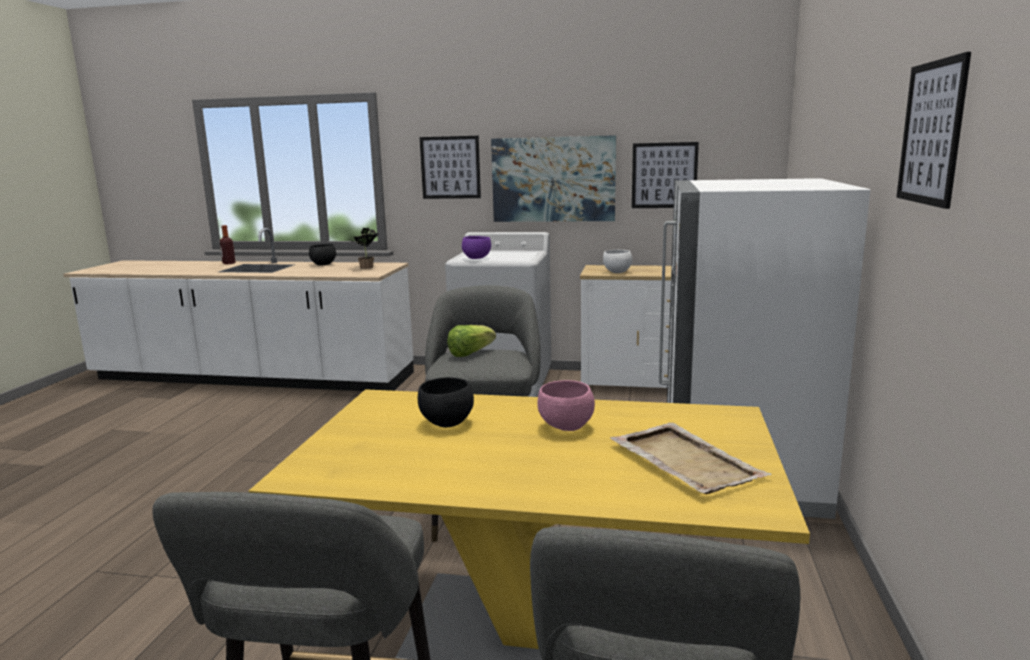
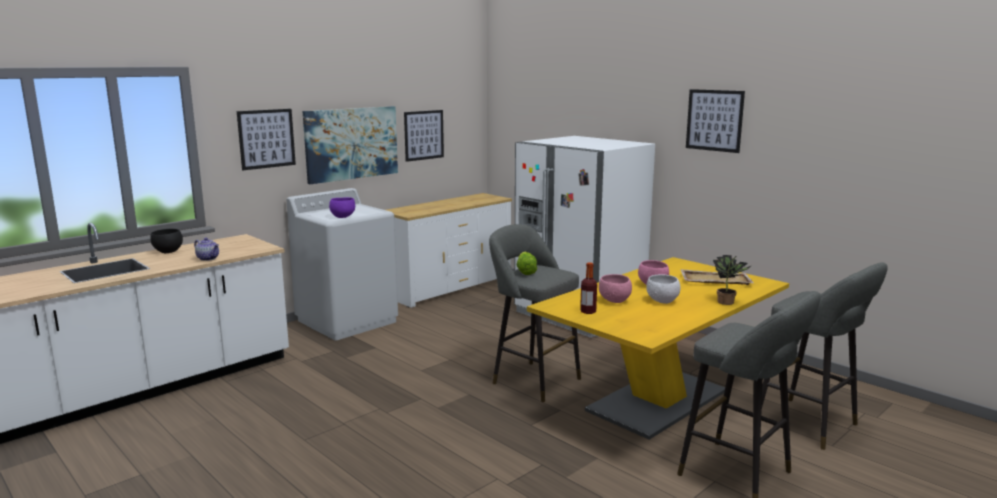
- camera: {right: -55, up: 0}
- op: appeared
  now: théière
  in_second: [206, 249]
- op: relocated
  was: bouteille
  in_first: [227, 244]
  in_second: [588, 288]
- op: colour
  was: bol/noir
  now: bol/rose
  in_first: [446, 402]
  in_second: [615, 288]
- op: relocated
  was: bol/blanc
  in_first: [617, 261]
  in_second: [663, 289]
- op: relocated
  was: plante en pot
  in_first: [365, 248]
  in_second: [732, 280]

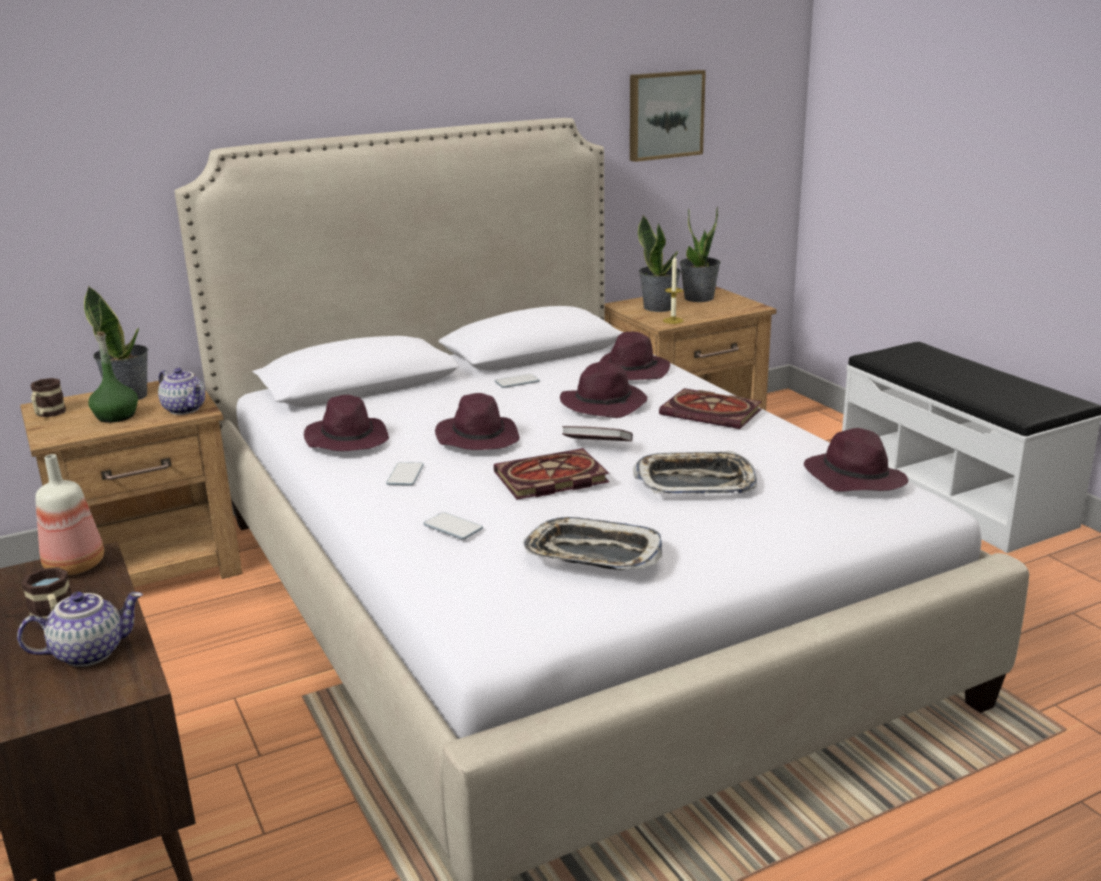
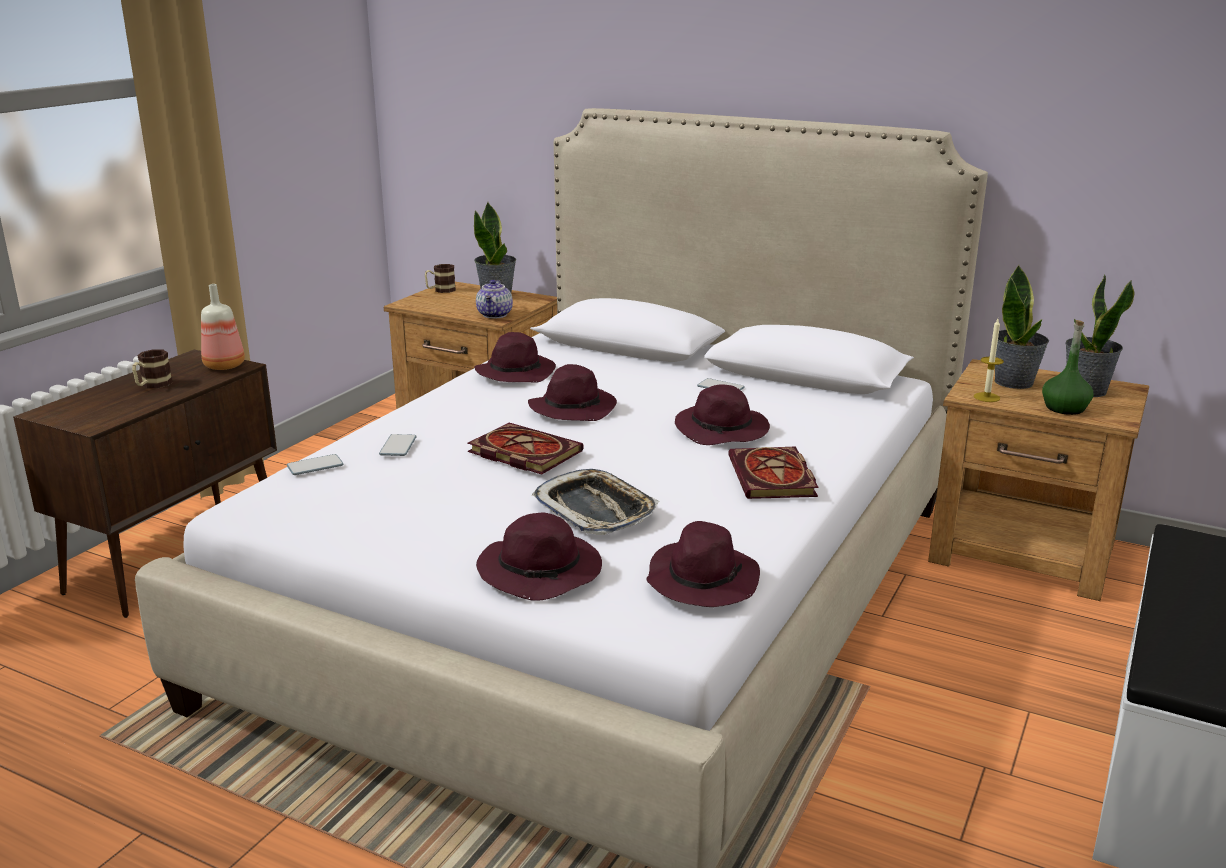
- camera: {right: 55, up: 0}
- op: relocated
  was: téléphone
  in_first: [405, 474]
  in_second: [315, 464]
- op: relocated
  was: chapeau/violet
  in_first: [635, 356]
  in_second: [539, 556]
- op: relocated
  was: bouteille/vert
  in_first: [113, 377]
  in_second: [1068, 367]
- op: missing
  was: théière
  in_first: [80, 629]
- op: missing
  was: plateau
  in_first: [592, 543]
- op: missing
  was: livre
  in_first: [597, 433]
- op: missing
  was: tableau
  in_first: [668, 116]

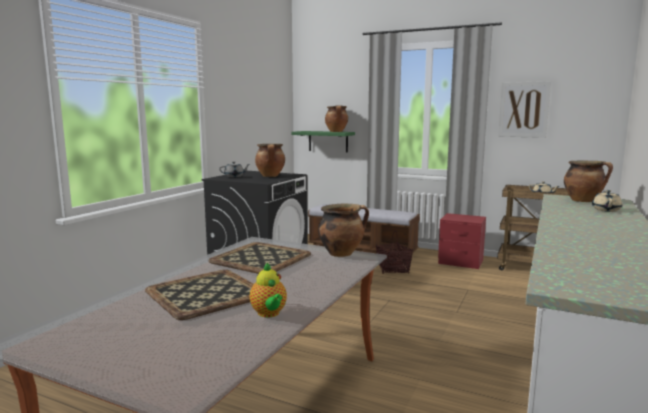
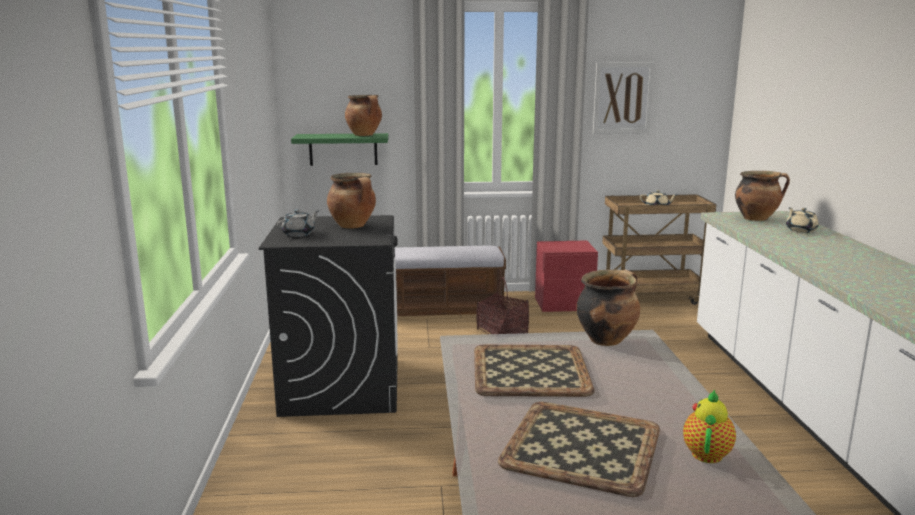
- camera: {right: -30, up: 5}
- op: spun
  was: théière
  in_first: [268, 290]
  in_second: [709, 426]
  clockwise: -105

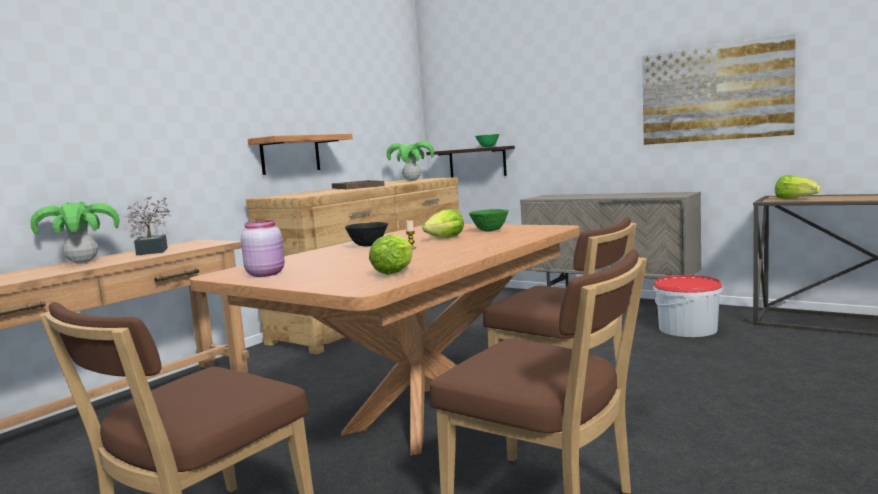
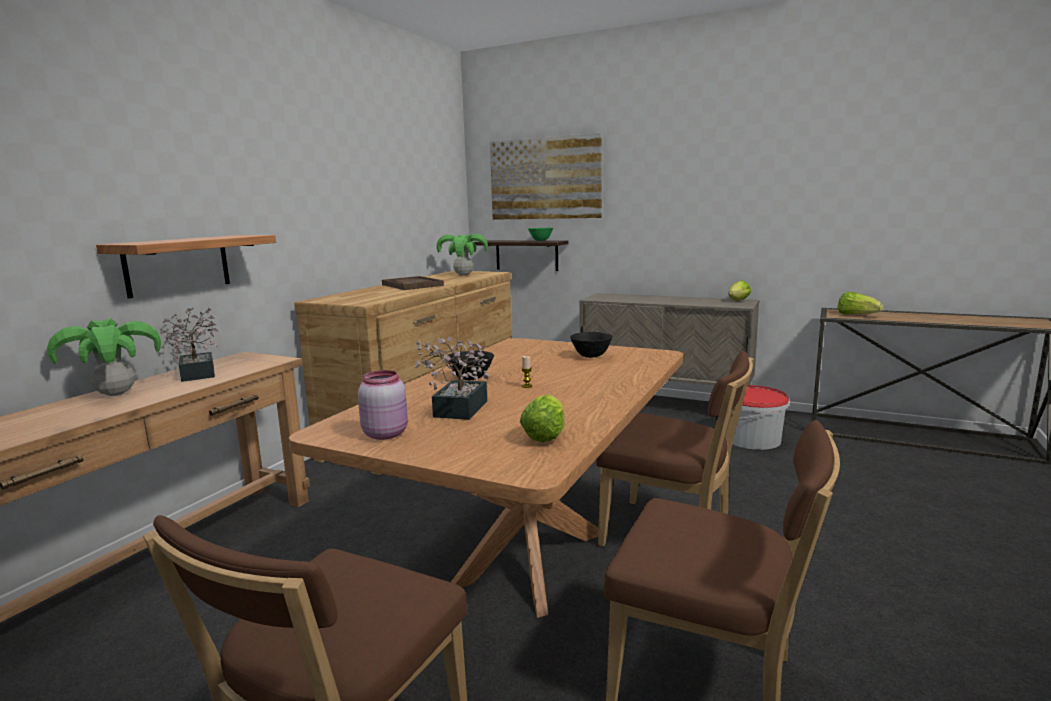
- camera: {right: -10, up: 5}
- op: relocated
  was: étagère
  in_first: [300, 154]
  in_second: [186, 267]
- op: appeared
  now: plante en pot
  in_second: [452, 378]
- op: relocated
  was: tableau
  in_first: [719, 89]
  in_second: [546, 176]
- op: colour
  was: bol/vert
  now: bol/noir
  in_first: [489, 220]
  in_second: [591, 345]
- op: relocated
  was: laitue
  in_first: [443, 223]
  in_second: [740, 290]

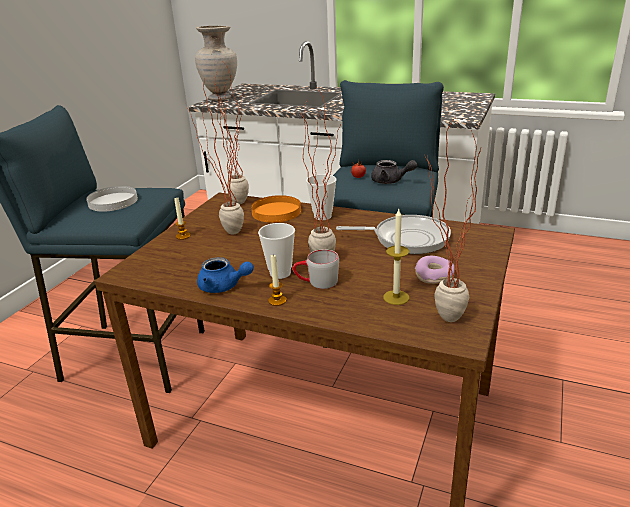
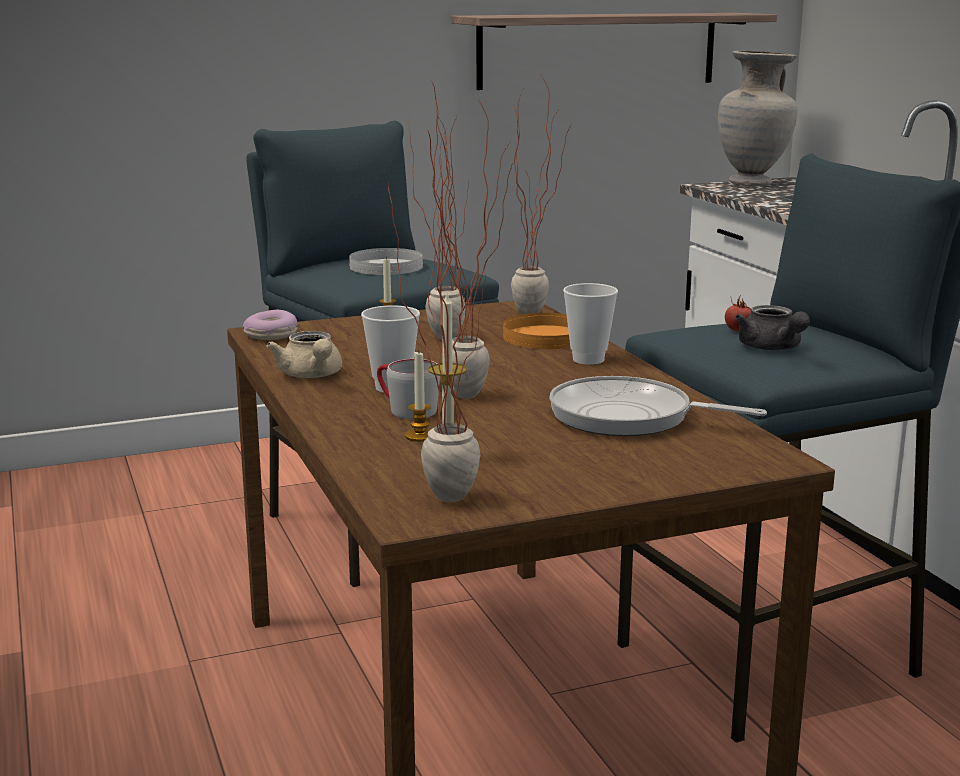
- camera: {right: 45, up: -10}
- op: relocated
  was: beignet
  in_first: [434, 270]
  in_second: [270, 325]
- op: colour
  was: théière/bleu
  now: théière/beige
  in_first: [225, 275]
  in_second: [304, 354]
- op: relocated
  was: bougie
  in_first: [277, 280]
  in_second: [418, 397]
- op: appeared
  now: étagère
  in_second: [614, 51]
- op: spun
  was: poêle
  in_first: [393, 234]
  in_second: [658, 406]
  clockwise: 150

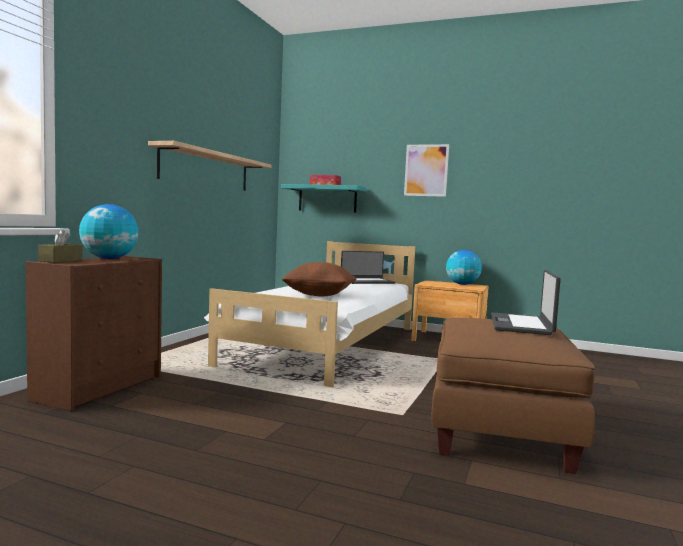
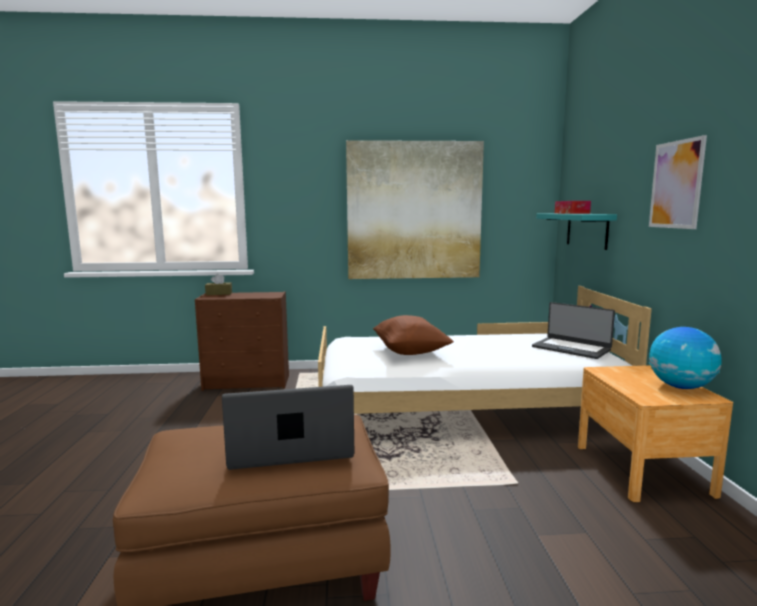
- camera: {right: 65, up: 5}
- op: exchanged
  was: étagère
  now: tableau
  in_first: [209, 166]
  in_second: [415, 209]
- op: missing
  was: globe
  in_first: [108, 231]

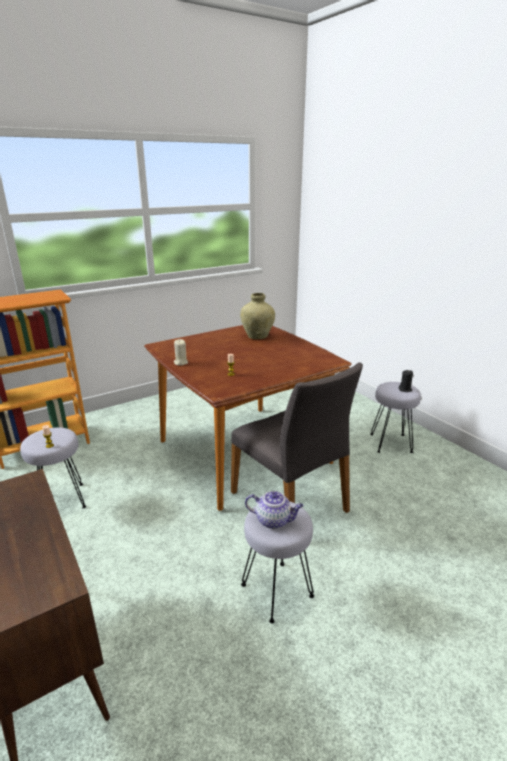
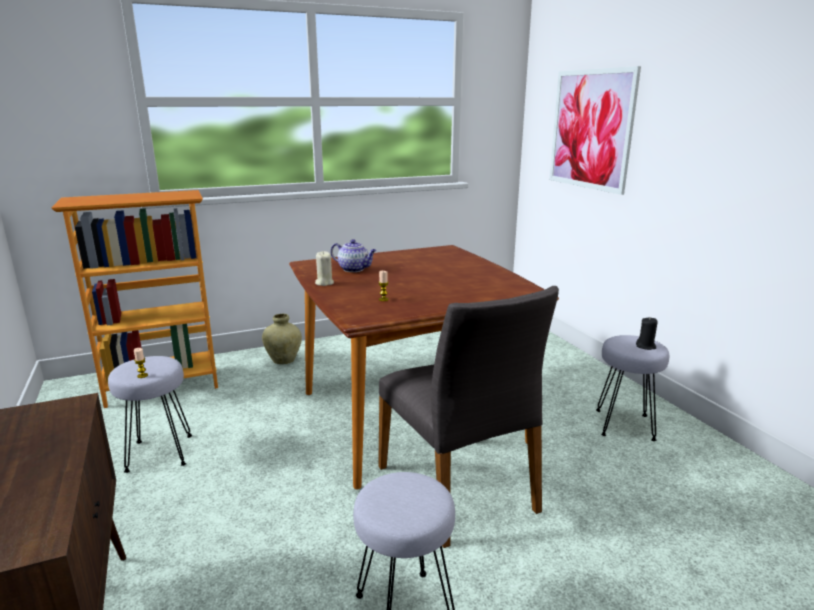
- camera: {right: 10, up: -5}
- op: relocated
  was: vase/beige
  in_first: [257, 316]
  in_second: [282, 338]
- op: relocated
  was: théière
  in_first: [274, 510]
  in_second: [354, 255]
- op: appeared
  now: tableau
  in_second: [595, 130]

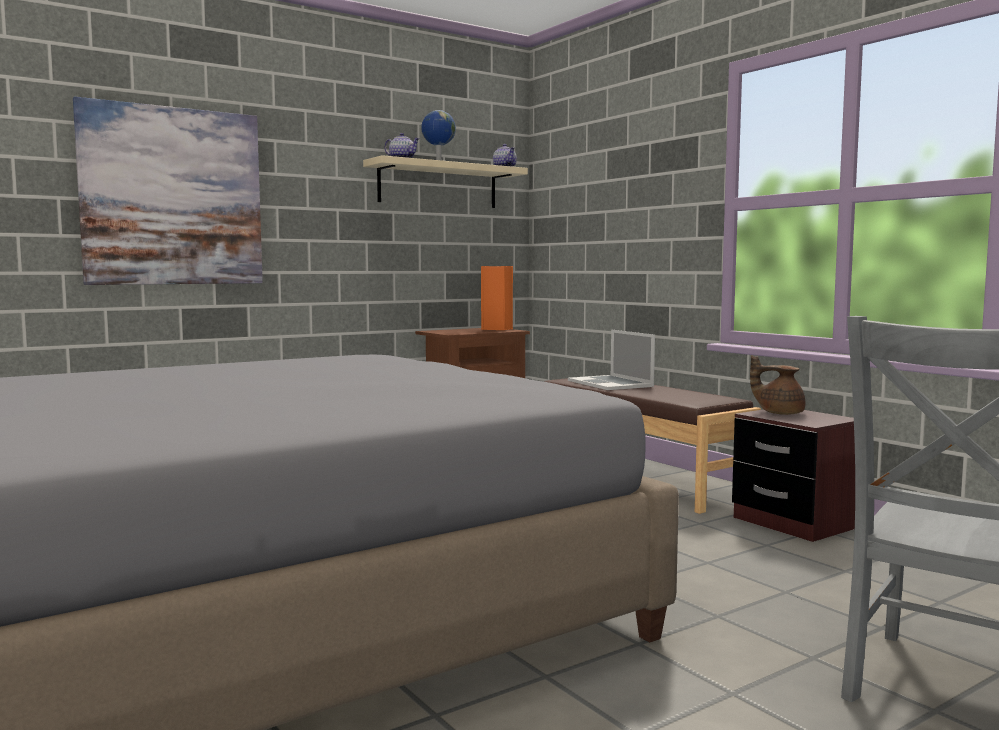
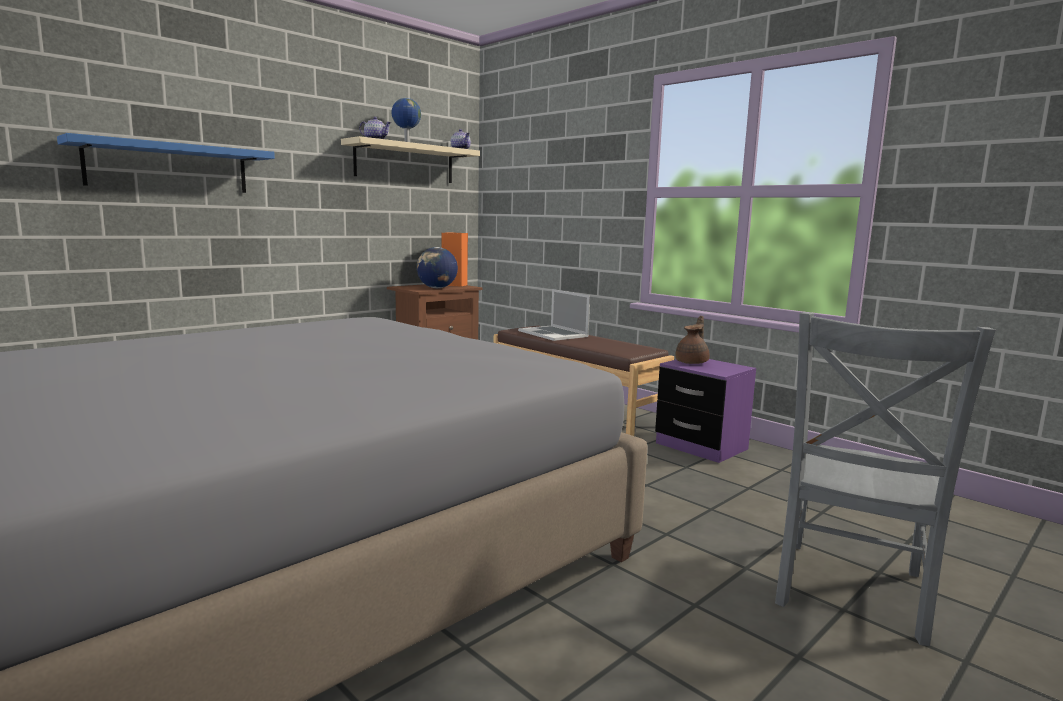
- camera: {right: -10, up: 5}
- op: exchanged
  was: tableau
  now: étagère/bleu
  in_first: [168, 191]
  in_second: [166, 163]
- op: appeared
  now: globe
  in_second: [437, 267]
- op: colour
  was: table de chevet/marron
  now: table de chevet/violet
  in_first: [793, 475]
  in_second: [705, 411]
- op: spun
  was: théière/marron
  in_first: [778, 385]
  in_second: [693, 340]
  clockwise: 105

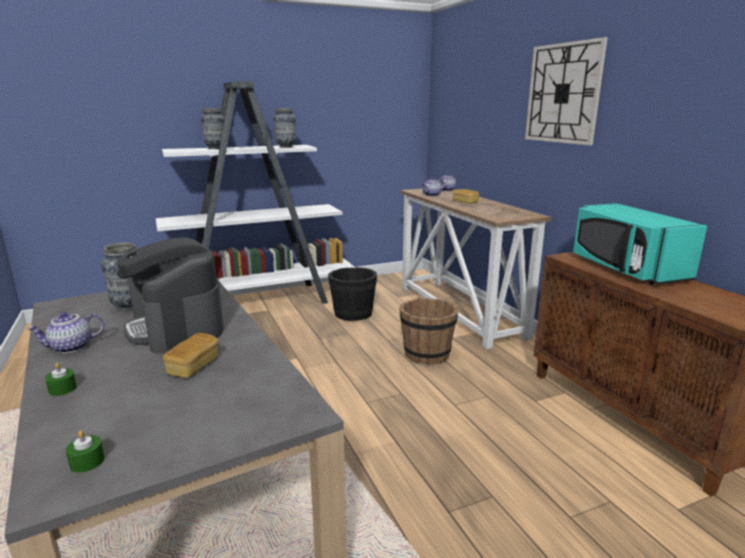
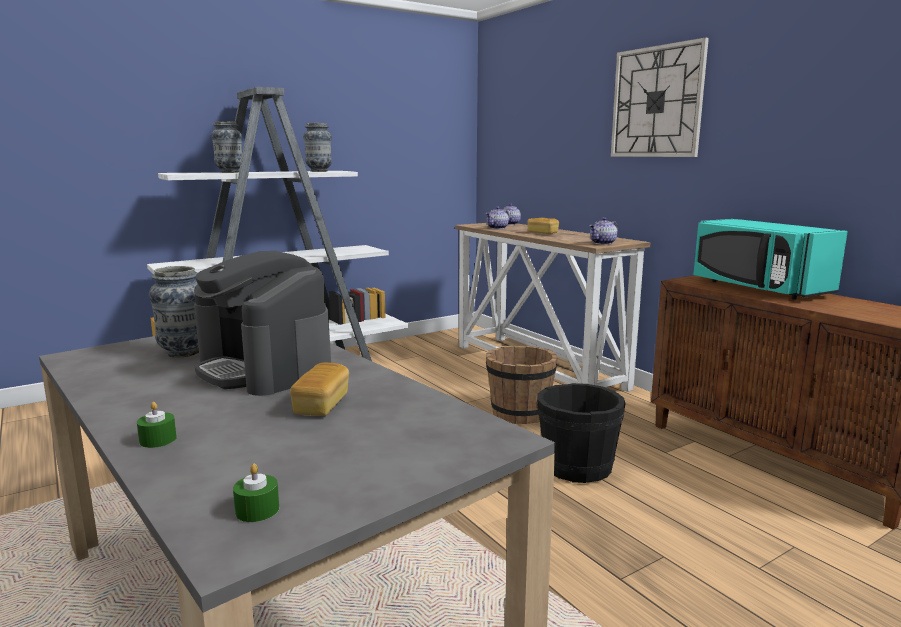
- camera: {right: -10, up: -5}
- op: relocated
  was: seau/noir
  in_first: [352, 294]
  in_second: [581, 433]
- op: relocated
  was: théière
  in_first: [65, 332]
  in_second: [604, 231]

